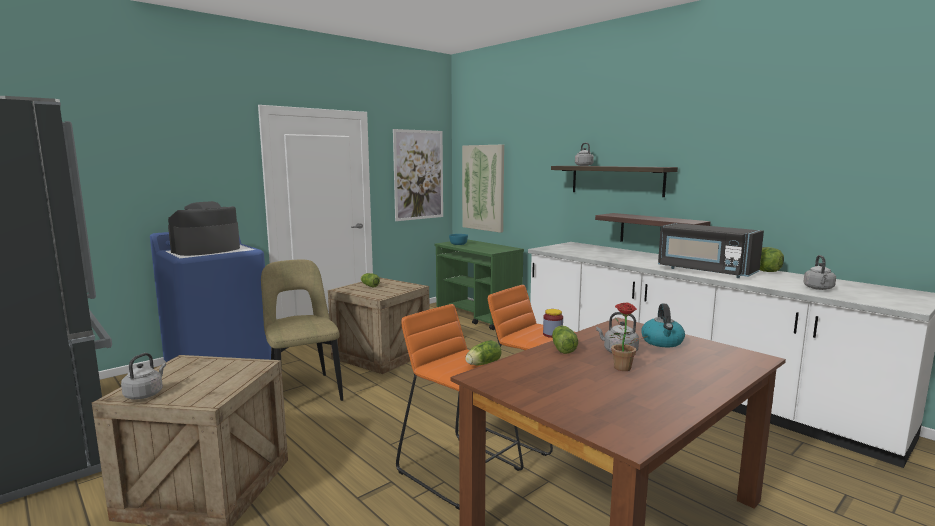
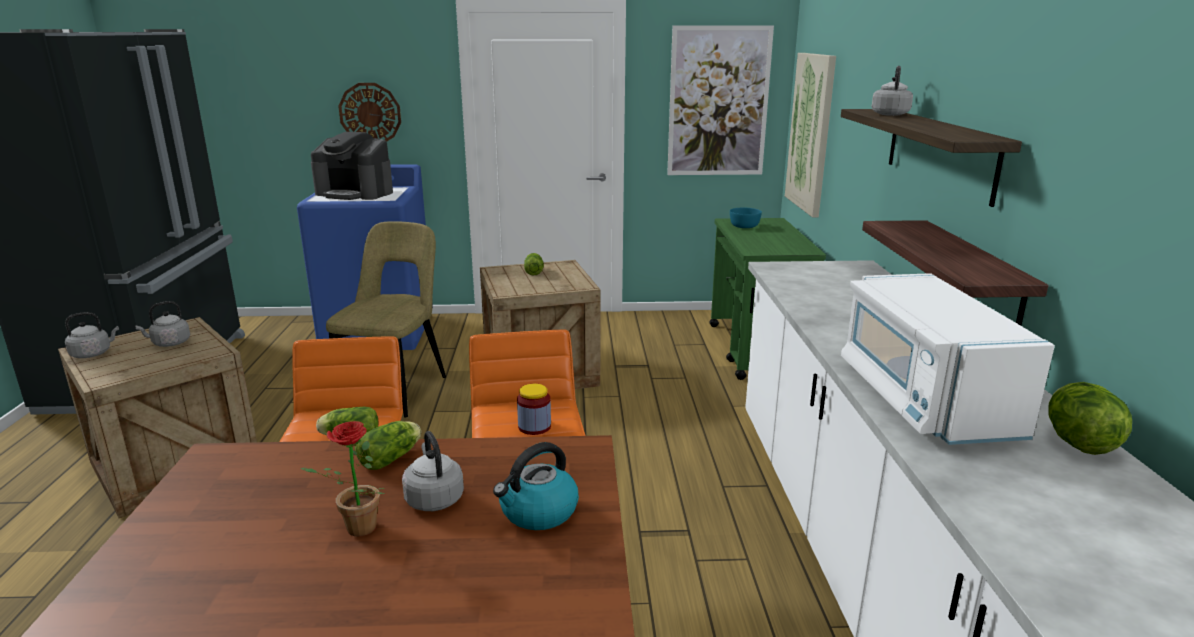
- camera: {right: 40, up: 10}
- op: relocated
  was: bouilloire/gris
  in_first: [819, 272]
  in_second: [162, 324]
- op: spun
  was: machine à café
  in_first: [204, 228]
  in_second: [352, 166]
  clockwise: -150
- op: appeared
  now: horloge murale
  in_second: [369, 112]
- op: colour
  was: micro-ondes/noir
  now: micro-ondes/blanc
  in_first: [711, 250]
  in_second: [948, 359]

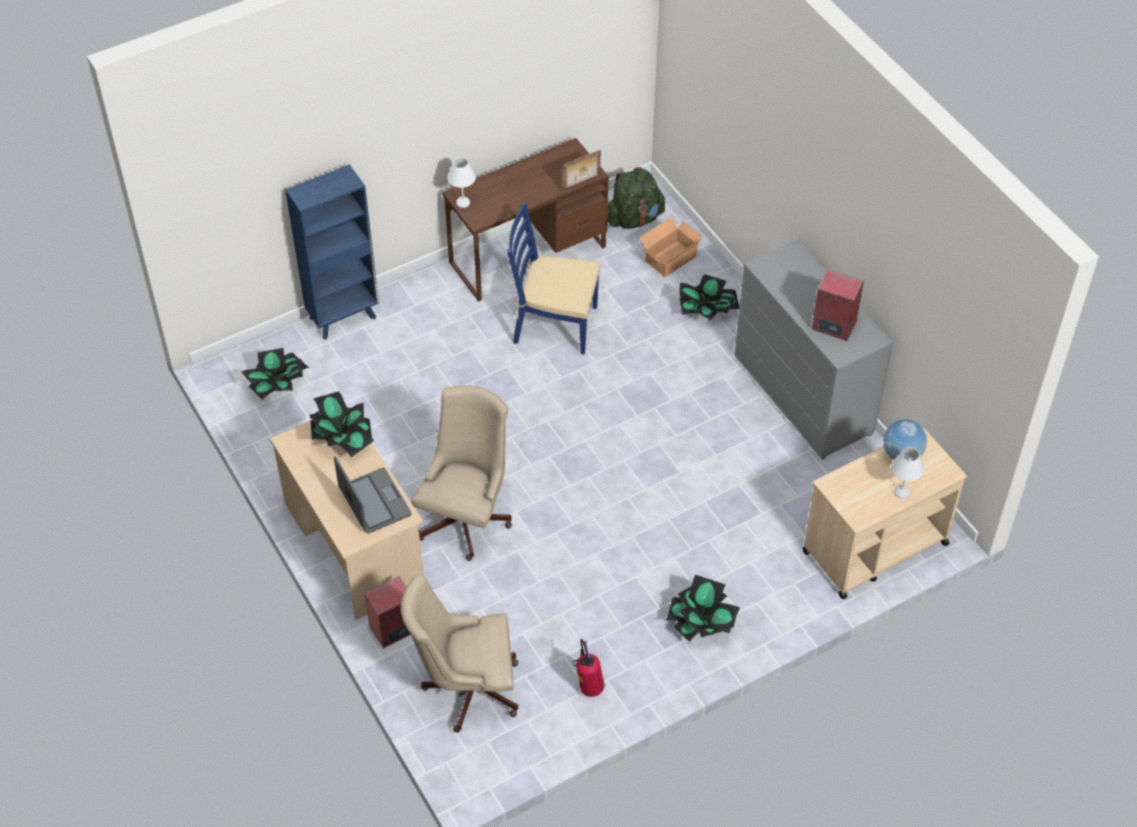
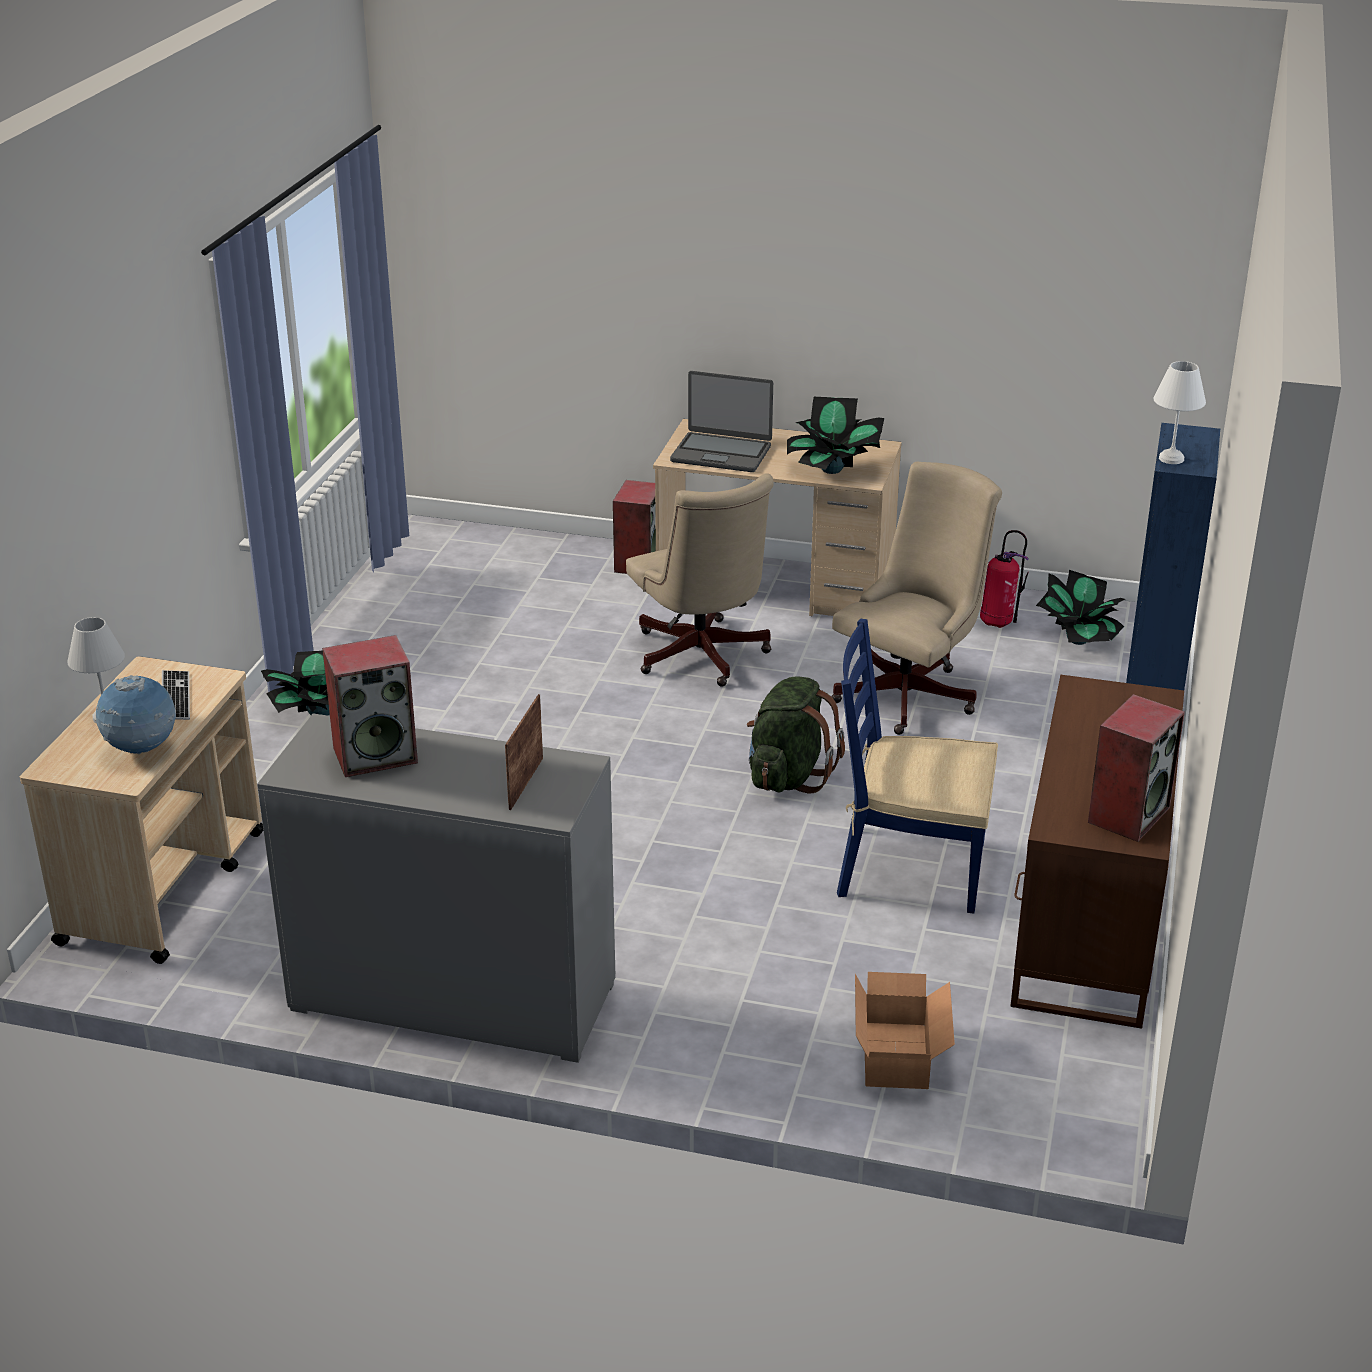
- camera: {right: 135, up: -20}
- op: appeared
  now: clavier
  in_second: [176, 695]
- op: relocated
  was: cadre photo
  in_first: [581, 170]
  in_second: [524, 752]
- op: relocated
  was: sac à dos/vert
  in_first: [636, 198]
  in_second: [796, 734]
- op: relocated
  was: chaise de bureau/beige
  in_first: [459, 654]
  in_second: [917, 598]
- op: spun
  was: chaise/bleu
  in_first: [554, 278]
  in_second: [917, 766]
  clockwise: -135
- op: relocated
  was: extincteur
  in_first: [588, 668]
  in_second: [1004, 579]
- op: appeared
  now: enceinte
  in_second: [1136, 768]
- op: relocated
  was: lampe de table/blanc
  in_first: [461, 182]
  in_second: [1179, 412]
- op: missing
  was: plante en pot
  in_first: [709, 297]

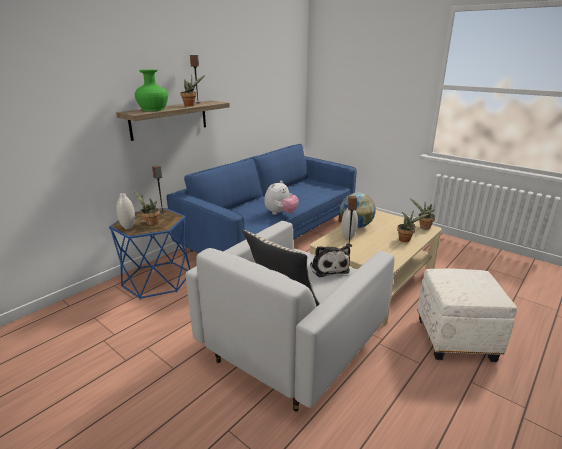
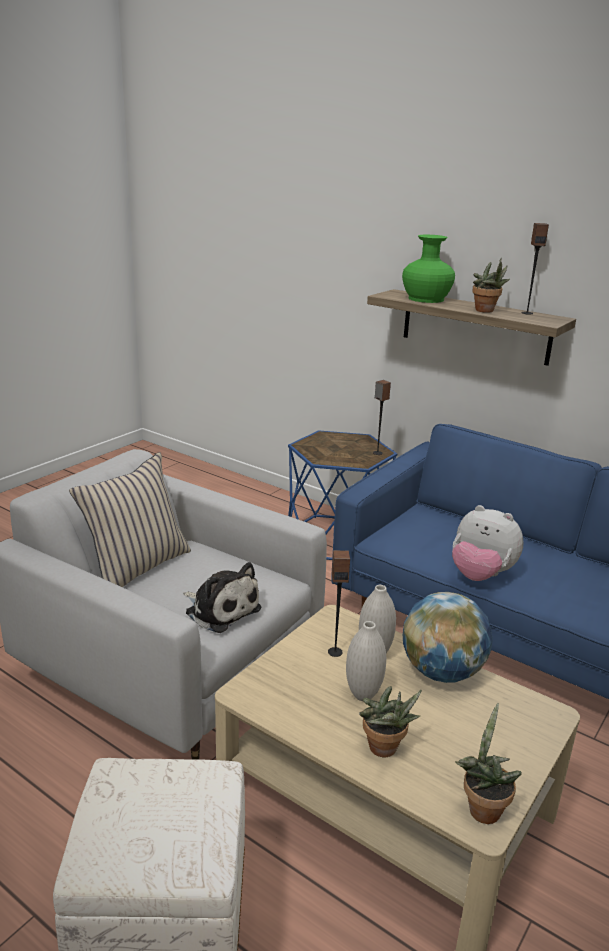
- camera: {right: 85, up: 0}
- op: spun
  was: peluche
  in_first: [330, 261]
  in_second: [222, 597]
  clockwise: -120
- op: relocated
  was: vase/blanc
  in_first: [125, 211]
  in_second: [366, 661]
- op: missing
  was: plante en pot
  in_first: [147, 208]

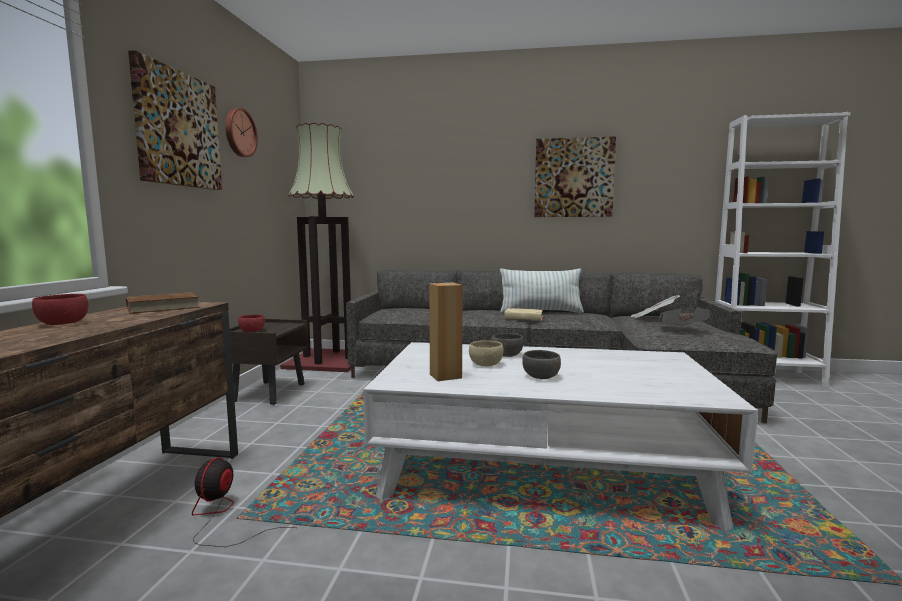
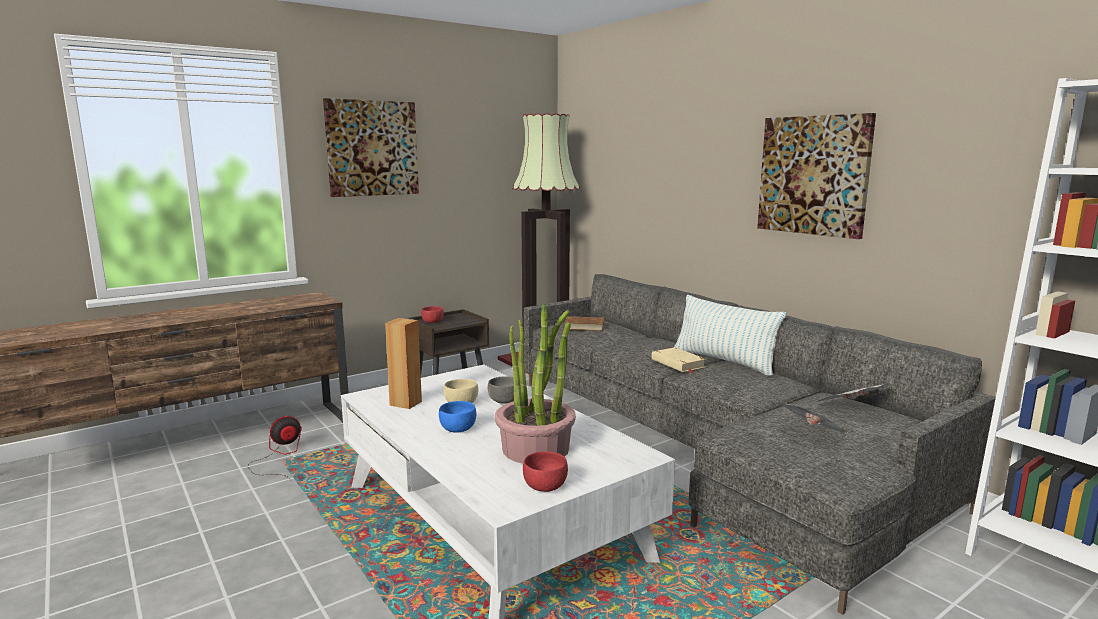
- camera: {right: 45, up: 5}
- op: colour
  was: bol/gris
  now: bol/bleu
  in_first: [541, 364]
  in_second: [457, 417]
- op: appeared
  now: plante en pot
  in_second: [535, 383]
- op: relocated
  was: bol/rouge
  in_first: [60, 309]
  in_second: [545, 471]
- op: relocated
  was: livre/marron
  in_first: [157, 303]
  in_second: [582, 323]
- op: missing
  was: horloge murale
  in_first: [241, 132]

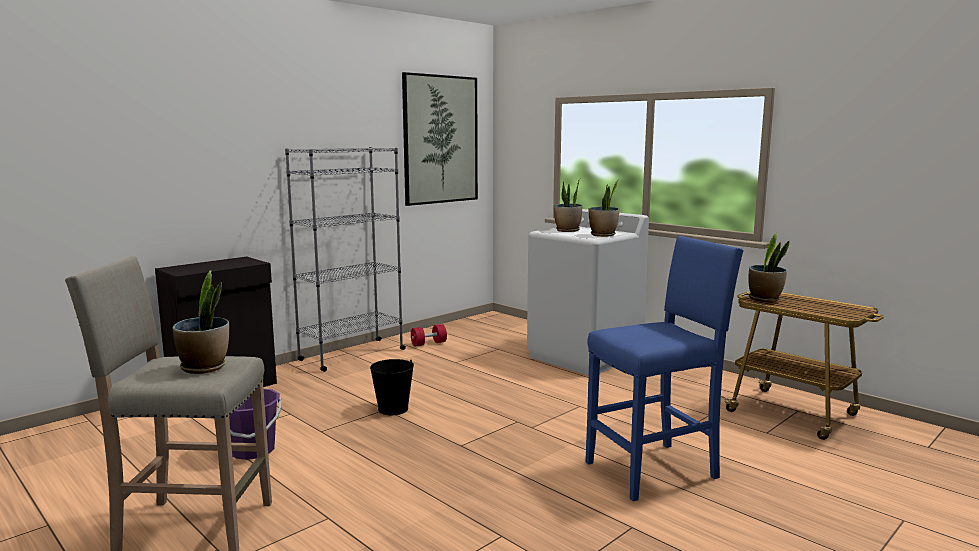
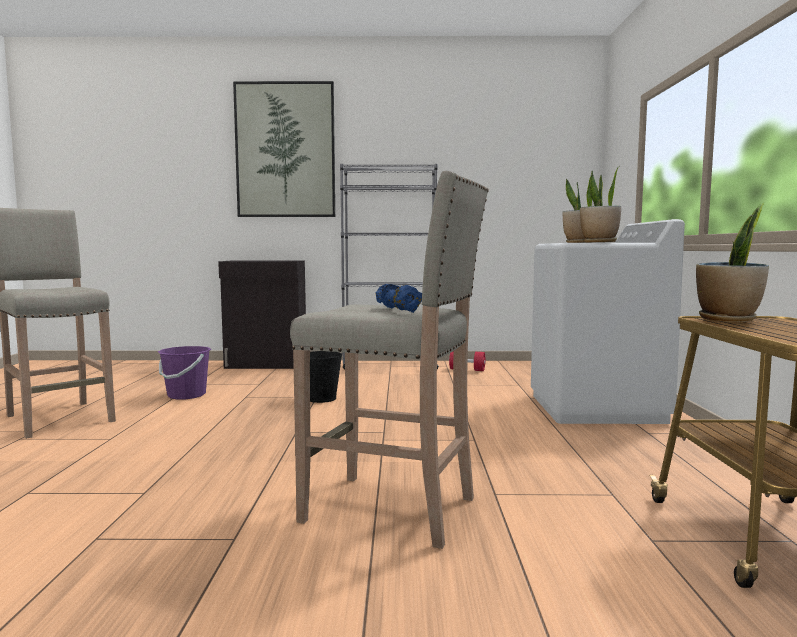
- camera: {right: 45, up: -5}
- op: relocated
  was: tableau
  in_first: [440, 139]
  in_second: [284, 149]
- op: colour
  was: tabouret/bleu
  now: tabouret/beige
  in_first: [665, 368]
  in_second: [389, 360]
- op: appeared
  now: haltère/bleu
  in_second: [398, 298]
- op: missing
  was: plante en pot
  in_first: [201, 322]

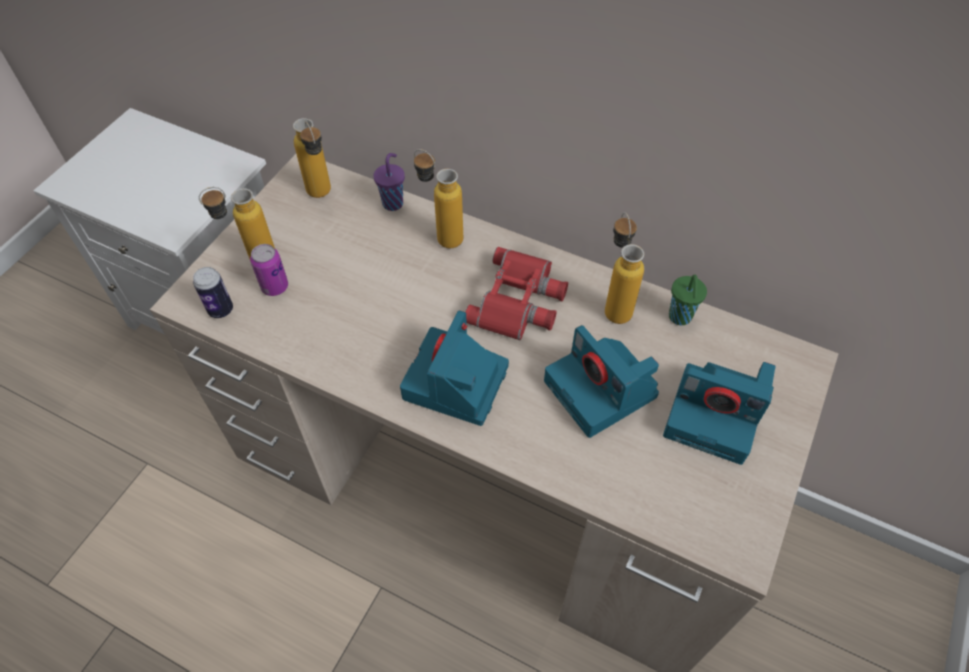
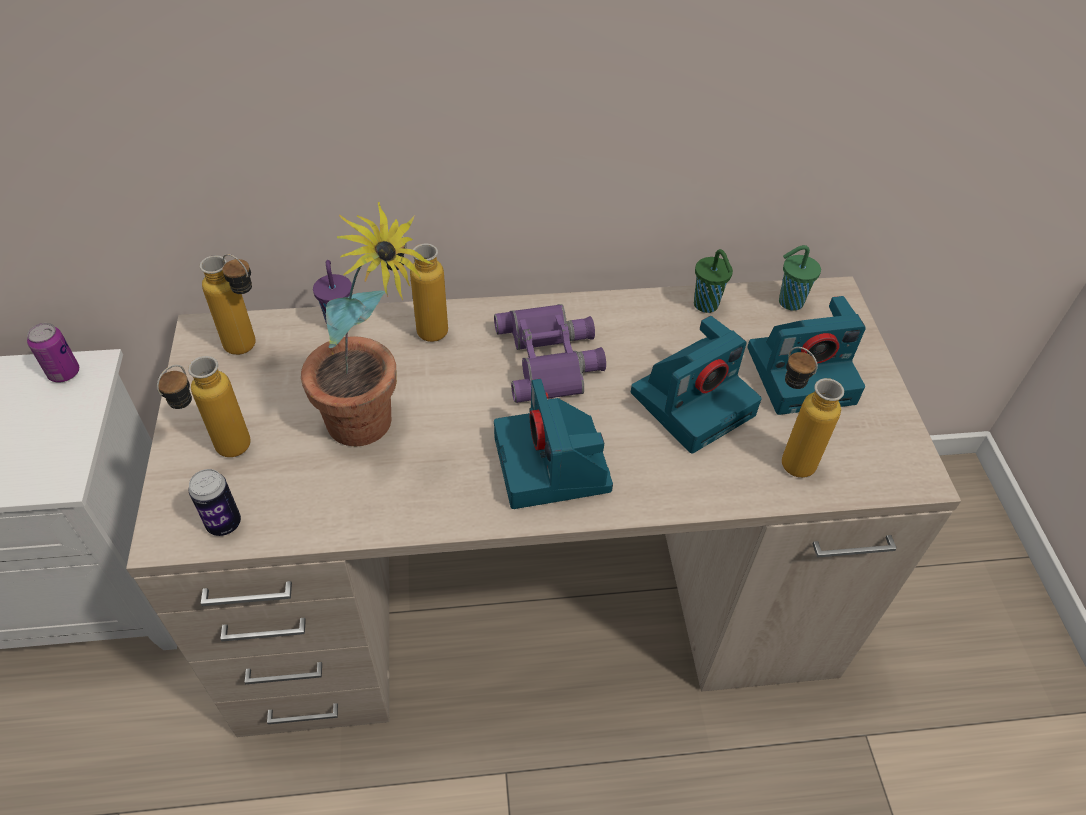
- camera: {right: -35, up: -5}
- op: relocated
  was: boîte métallique
  in_first: [269, 270]
  in_second: [53, 352]
- op: appeared
  now: plante en pot
  in_second: [367, 324]
- op: colour
  was: jumelles/rouge
  now: jumelles/violet
  in_first: [516, 293]
  in_second: [550, 353]
- op: spun
  was: appareil photo
  in_first: [601, 381]
  in_second: [696, 385]
  clockwise: -60
- op: appeared
  now: tasse/vert
  in_second: [800, 278]
- op: relocated
  was: bouteille
  in_first: [624, 268]
  in_second: [813, 412]

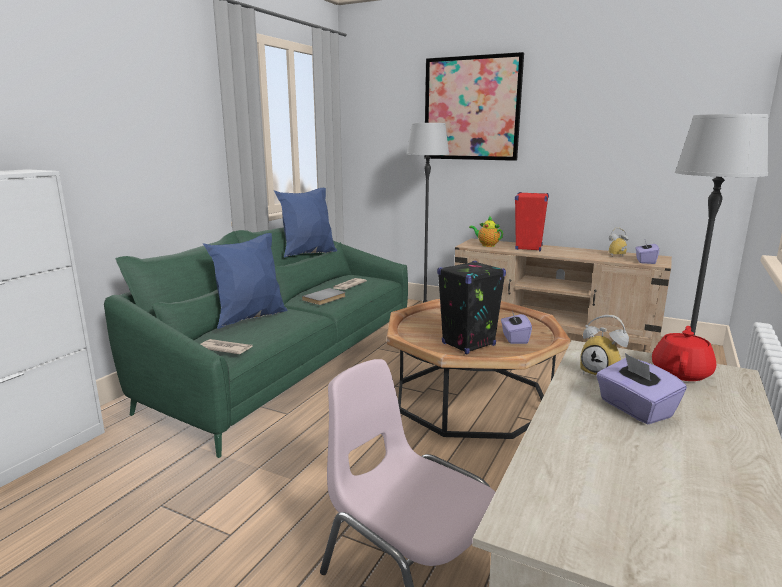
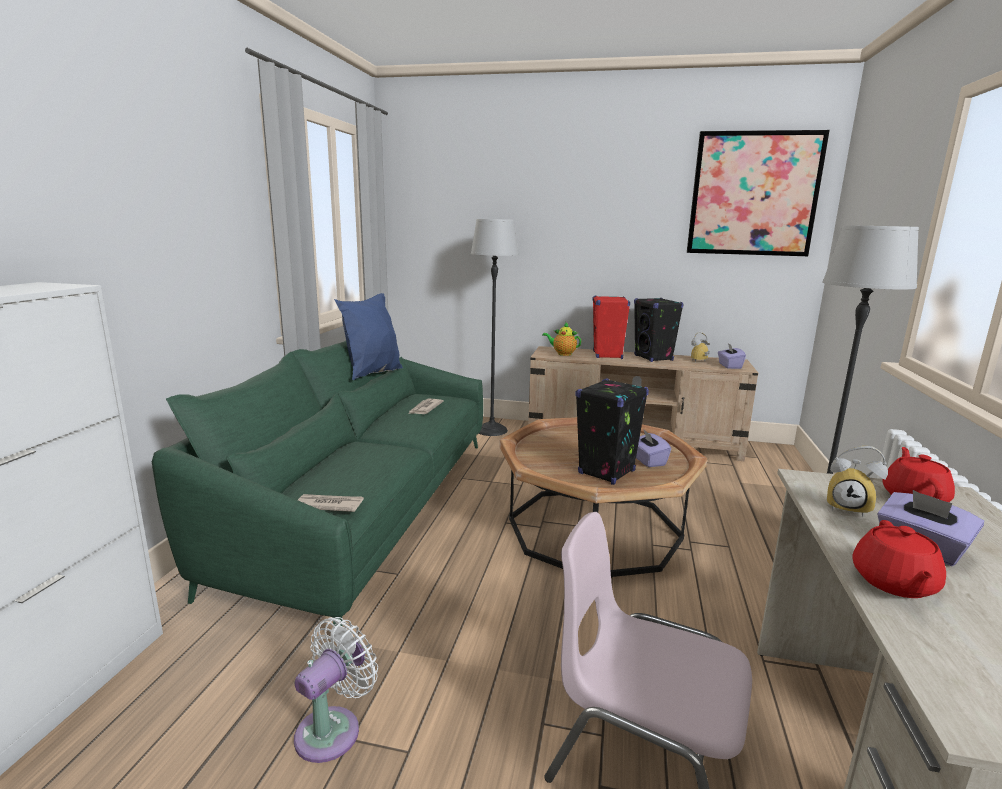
- camera: {right: -15, up: 0}
- op: appeared
  now: ventilateur/blanc
  in_second: [336, 690]
- op: appeared
  now: enceinte/noir
  in_second: [658, 330]
- op: relocated
  was: tableau
  in_first: [474, 106]
  in_second: [758, 193]
- op: appeared
  now: théière/rouge
  in_second: [899, 559]
- op: missing
  was: coussin/bleu
  in_first: [245, 281]
- op: missing
  was: livre/gris
  in_first: [324, 296]

